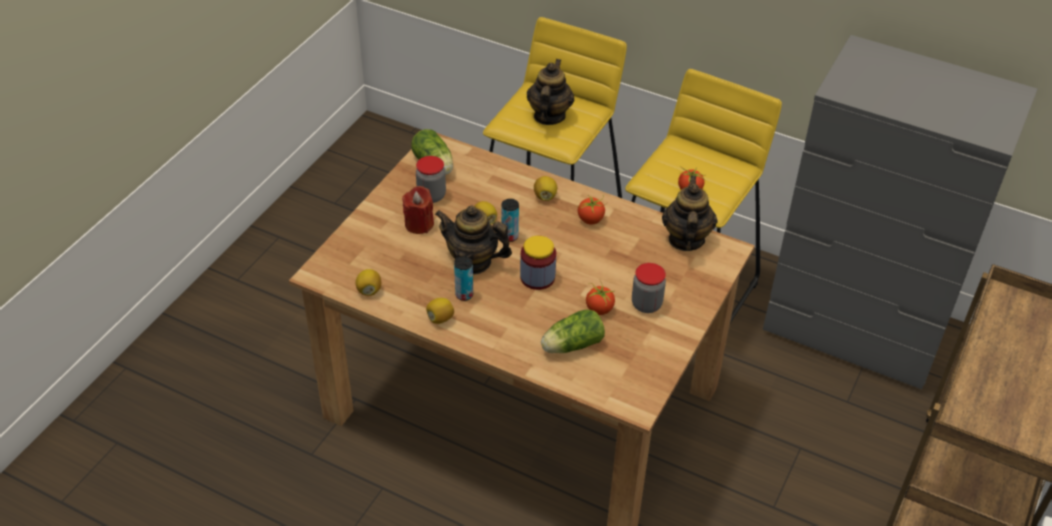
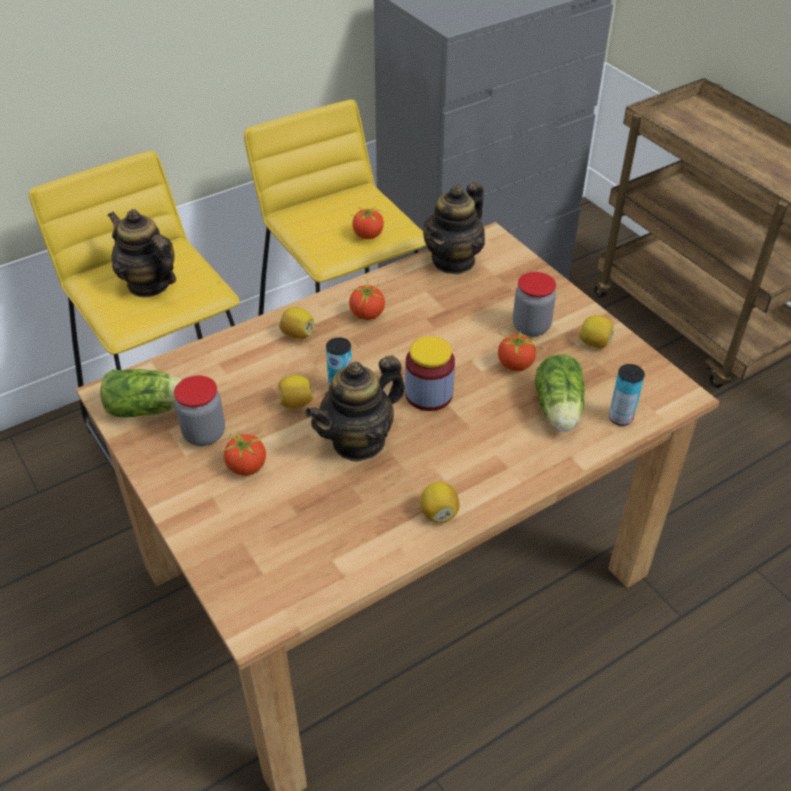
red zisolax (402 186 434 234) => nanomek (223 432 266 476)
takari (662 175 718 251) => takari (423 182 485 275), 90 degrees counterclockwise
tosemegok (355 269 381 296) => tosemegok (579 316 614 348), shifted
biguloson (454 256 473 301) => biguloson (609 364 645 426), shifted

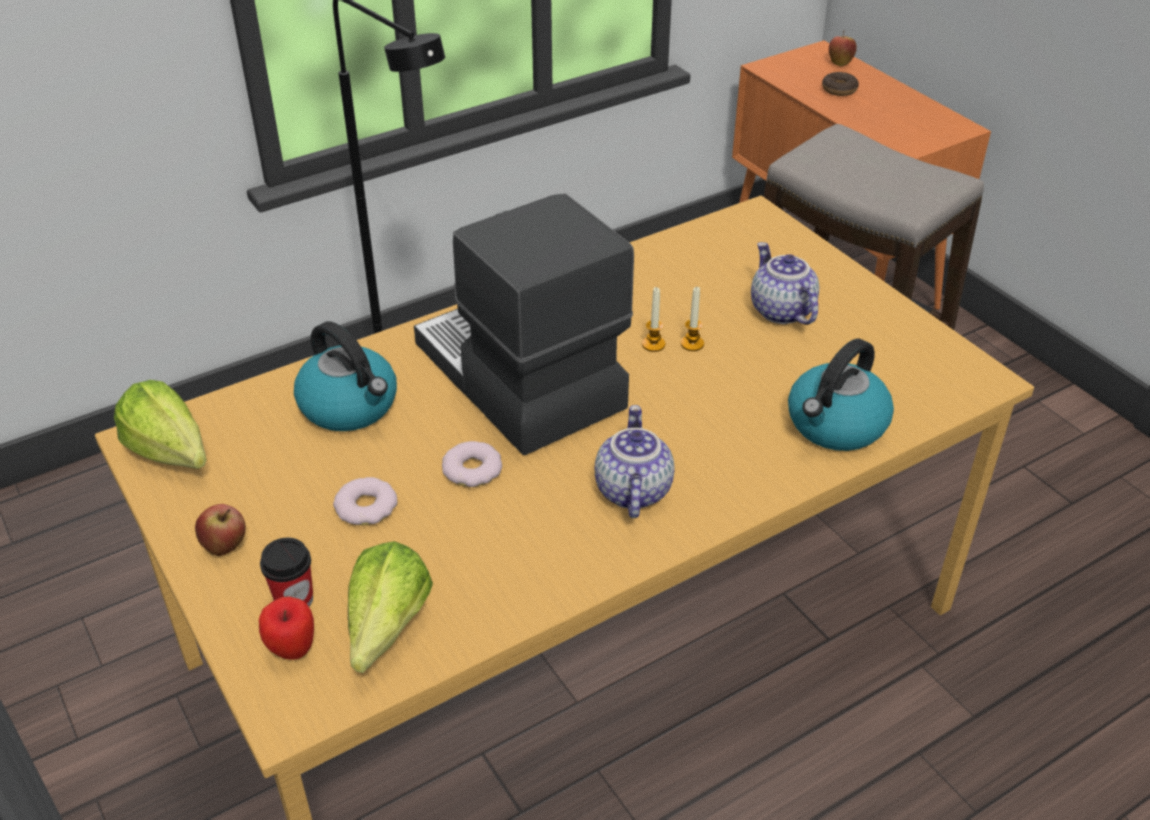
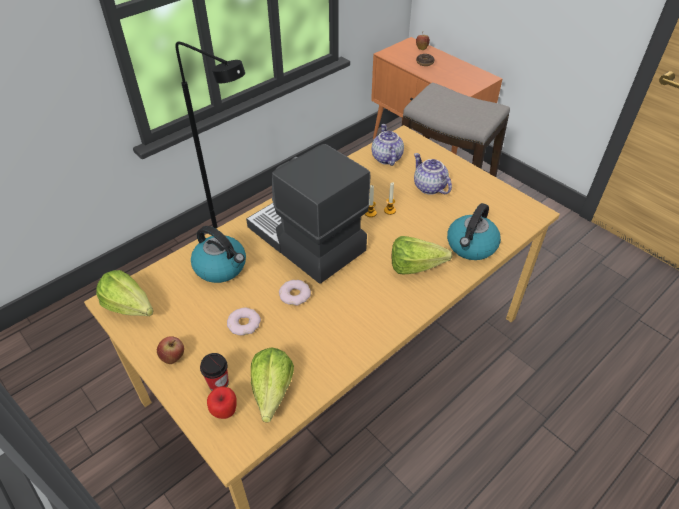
takari (595 405 675 518) => takari (372 124 404 166), shifted
nothing => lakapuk (392 236 452 275)

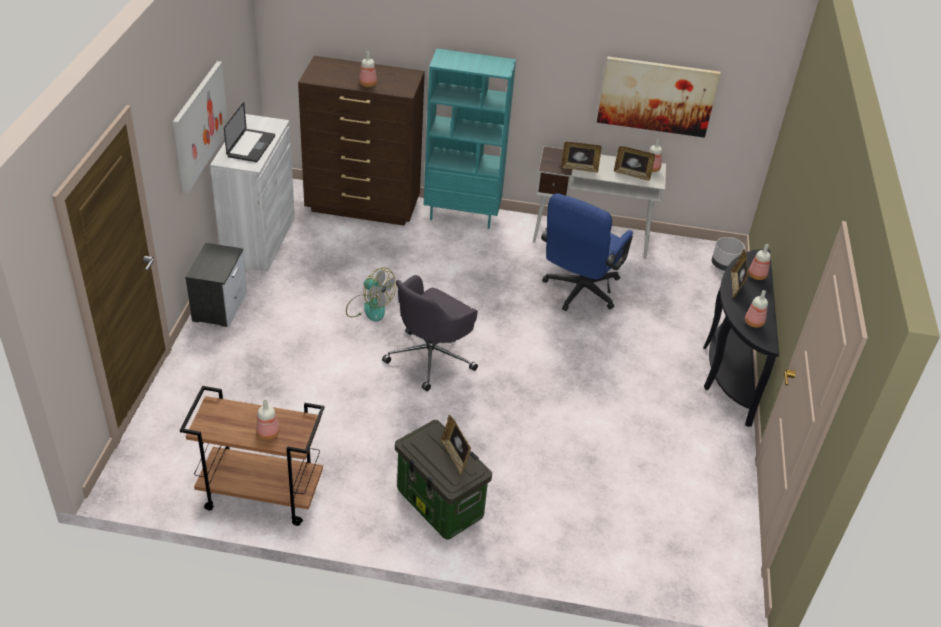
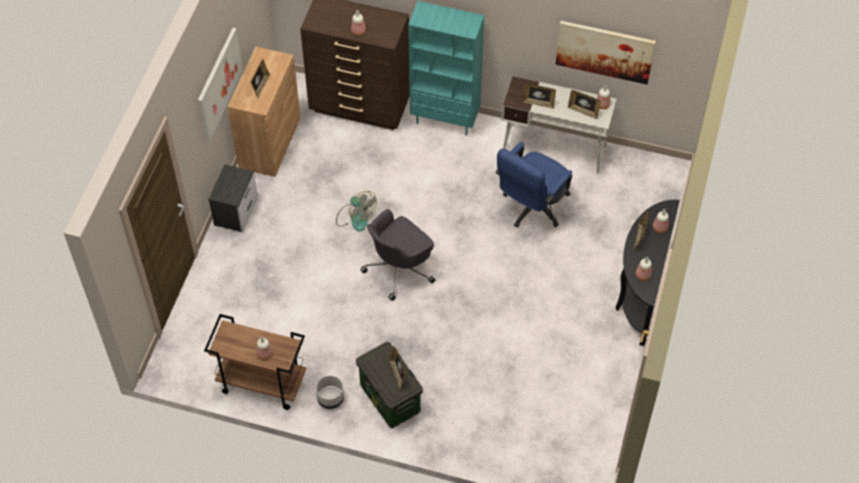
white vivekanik (210 114 295 272) => brown vivekanik (228 47 301 177)
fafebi (224 102 275 162) => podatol (251 59 271 98)
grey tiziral (712 237 745 271) => grey tiziral (316 375 344 409), shifted

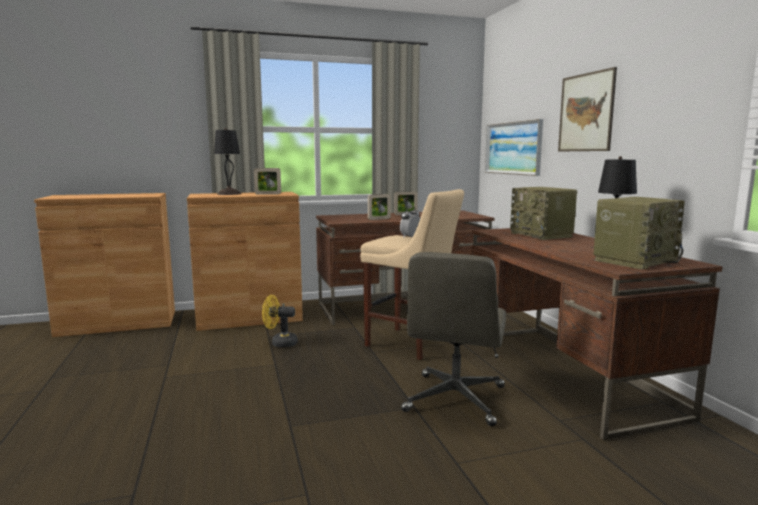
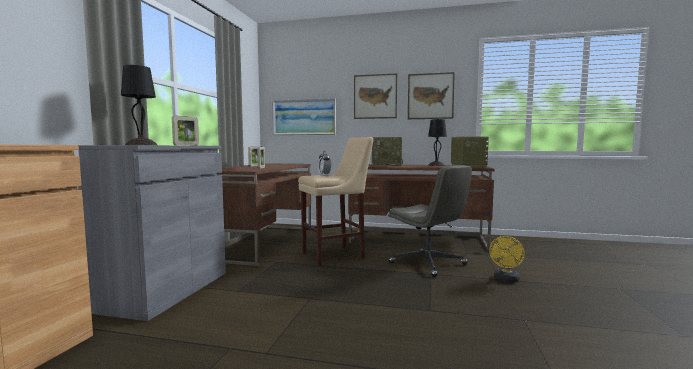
brown vivekanik (187 192 303 331) => grey vivekanik (78 145 226 321)
nothing => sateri (408 72 455 119)
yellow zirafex (262 295 298 347) => yellow zirafex (489 236 525 283), shifted

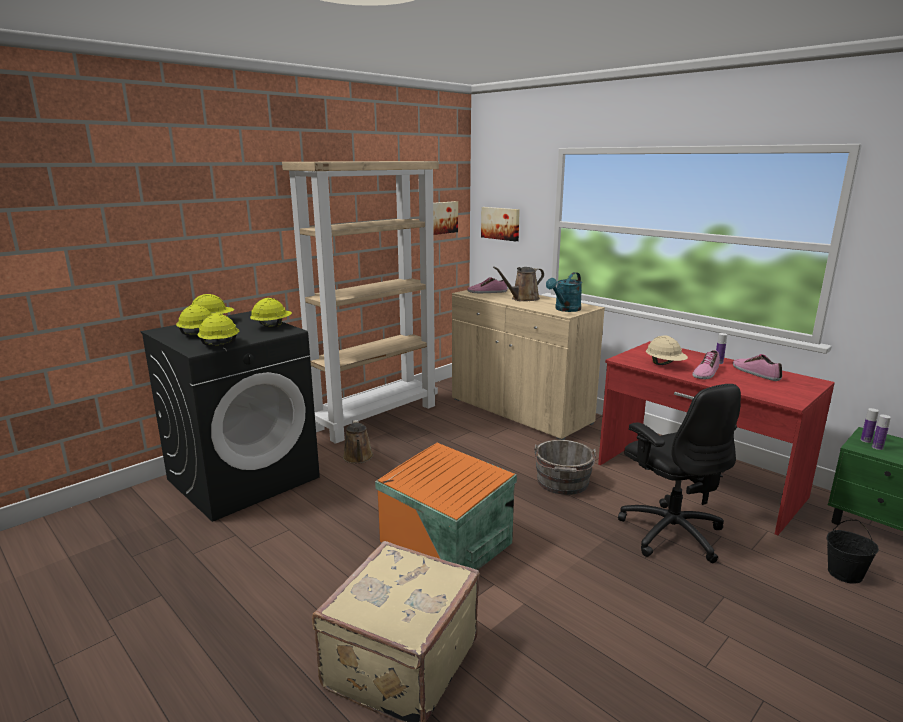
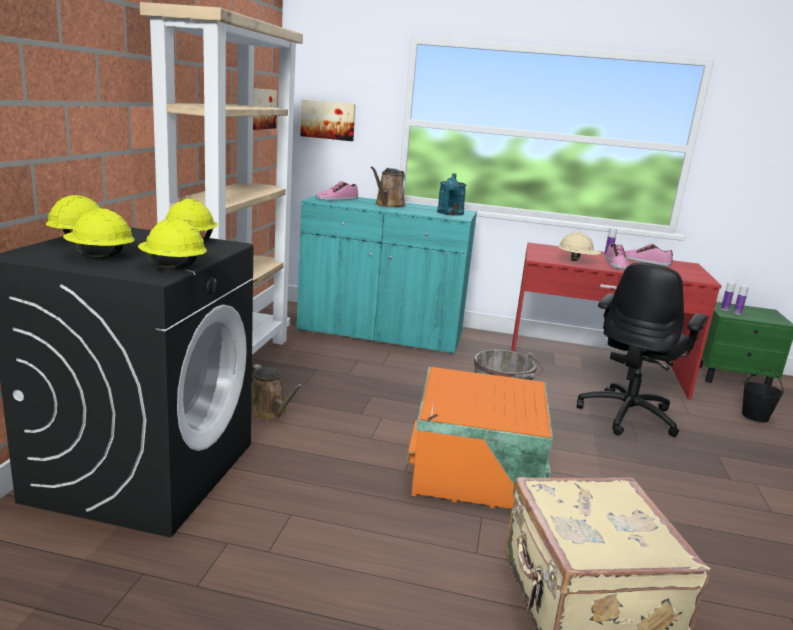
beige vivekanik (452 289 605 440) => turquoise vivekanik (297 195 477 355)
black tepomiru (618 384 741 563) => black tepomiru (576 262 708 437), 90 degrees clockwise

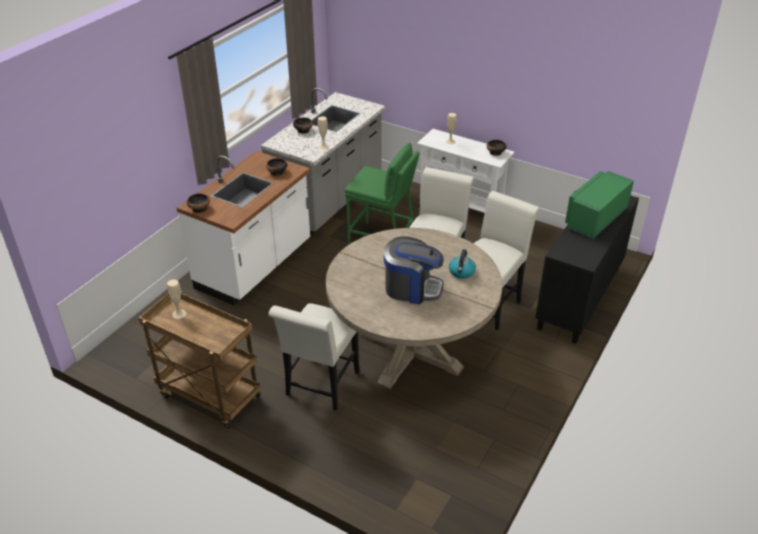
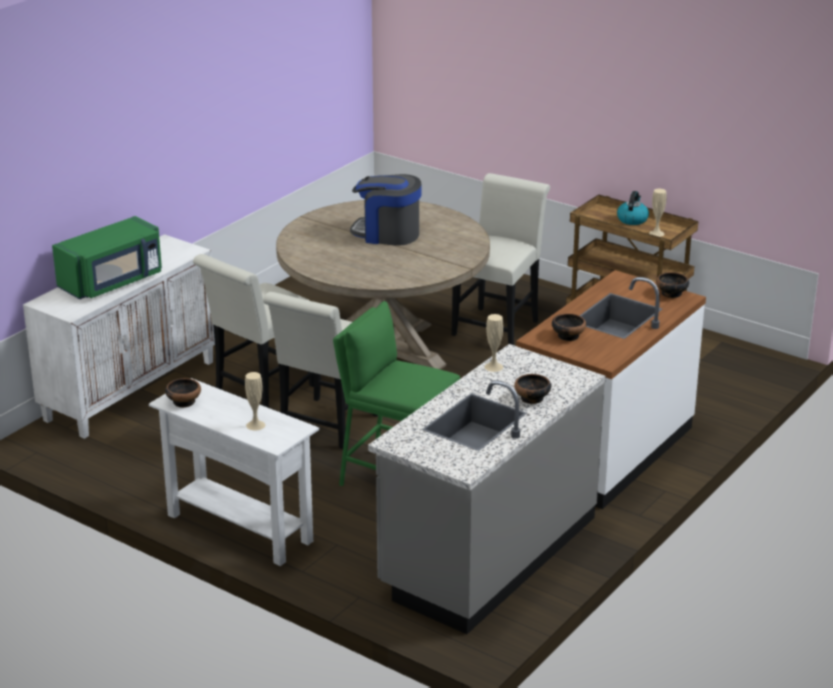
black vivekanik (535 195 639 344) => white vivekanik (23 234 215 439)
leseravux (449 249 476 279) => leseravux (617 191 649 225), shifted

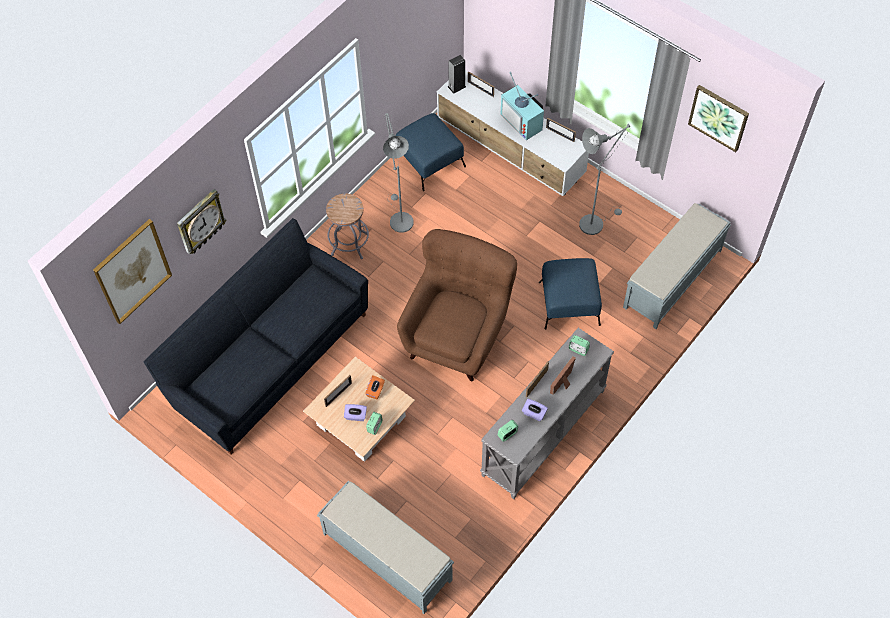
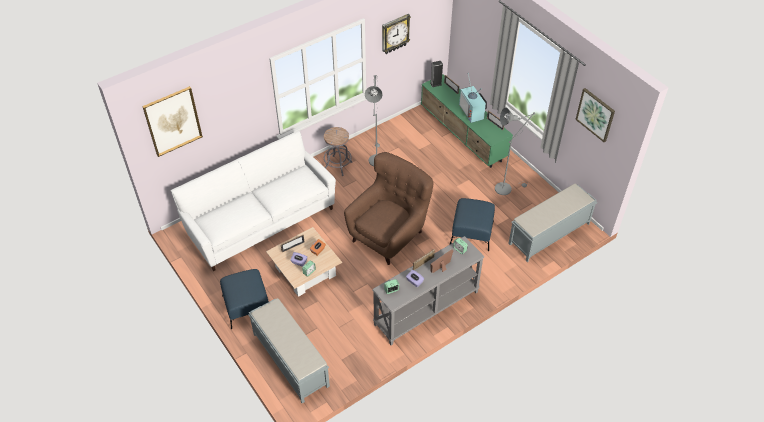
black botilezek (143 218 368 454) => white botilezek (171 131 336 271)
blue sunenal (396 113 466 191) => blue sunenal (220 269 269 329), shifted
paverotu (177 189 227 254) => paverotu (382 14 411 54), shifted
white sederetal (437 70 589 196) => green sederetal (421 74 513 168)

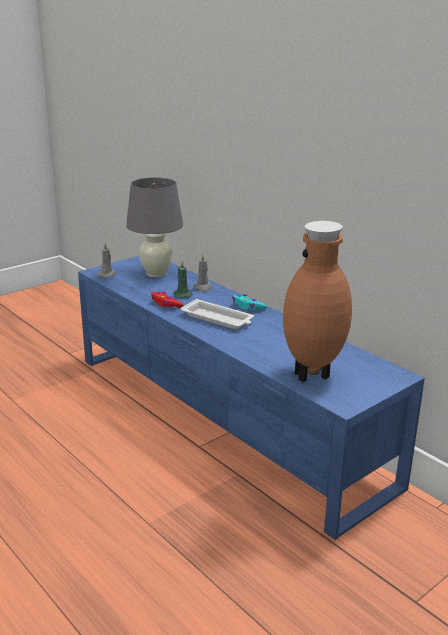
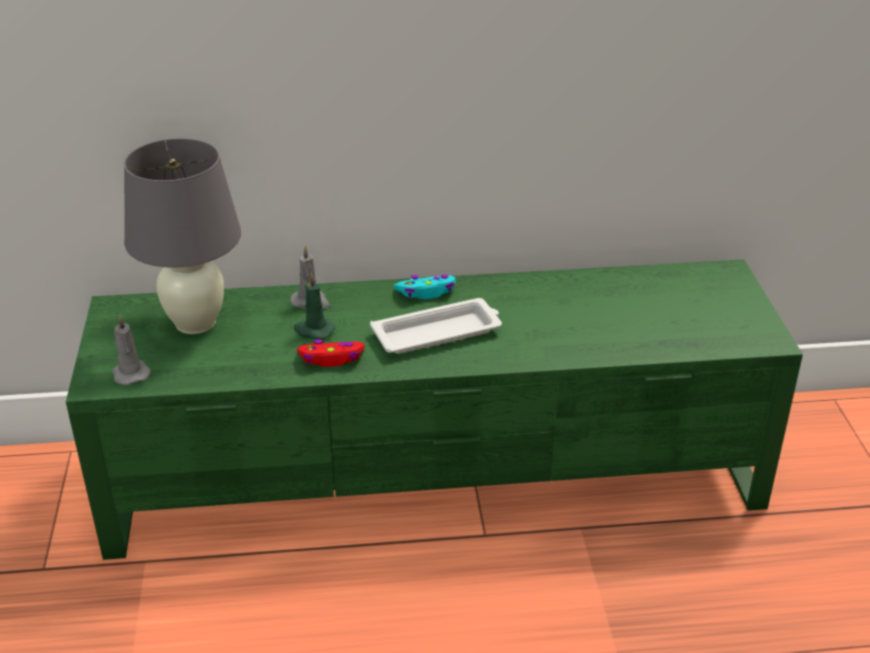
blue sederetal (78 255 425 540) => green sederetal (66 259 803 560)
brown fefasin (283 221 352 383) => nothing

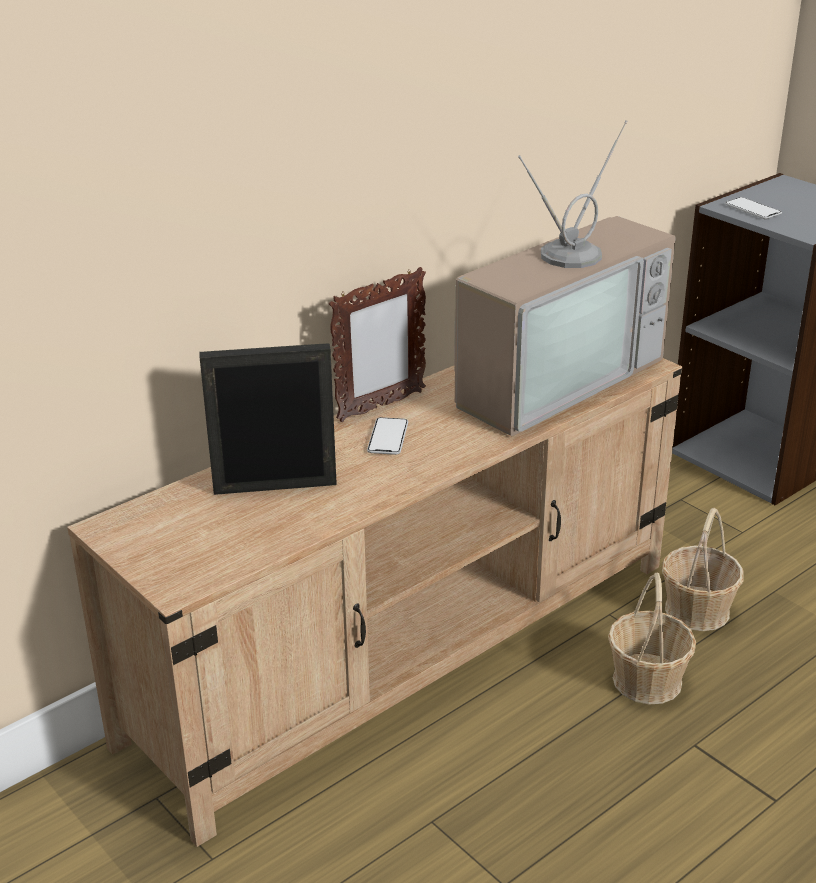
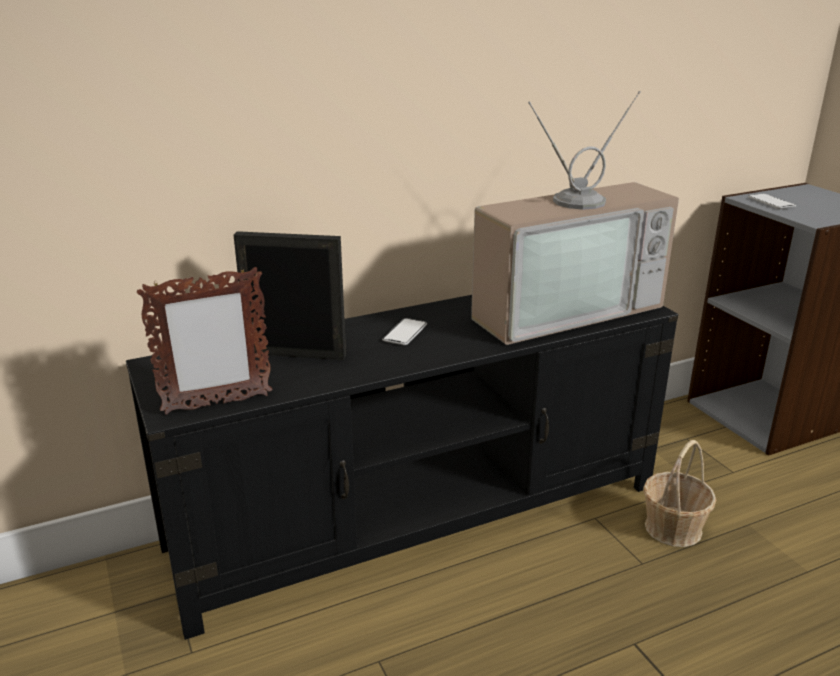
beige sederetal (67 358 682 847) => black sederetal (126 295 678 640)
podatol (329 267 426 422) => podatol (137 267 273 415), shifted
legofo (608 573 696 704) => nothing

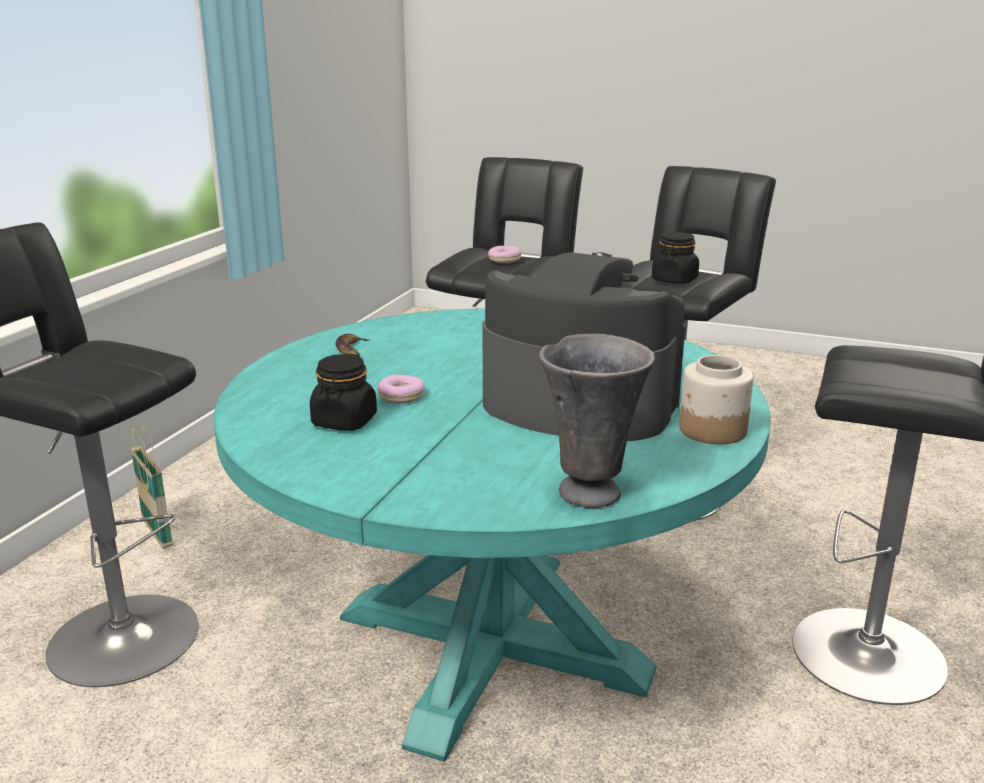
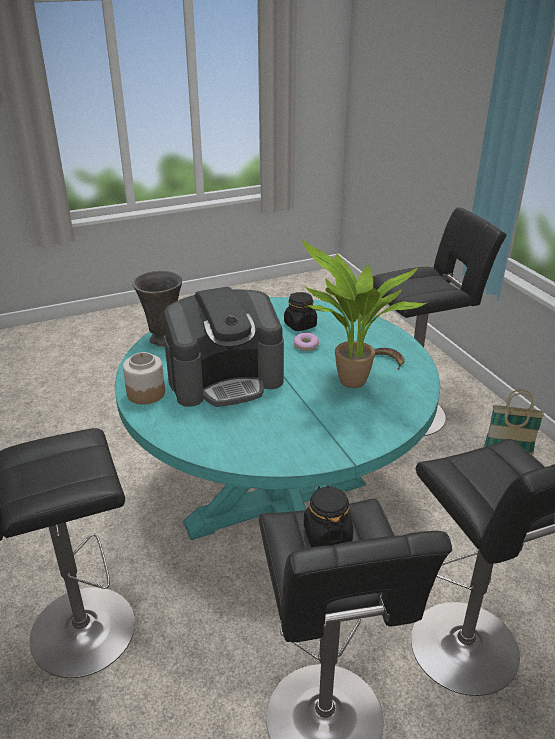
nothing => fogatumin (302 239 426 388)
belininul (488 246 521 263) => nothing

